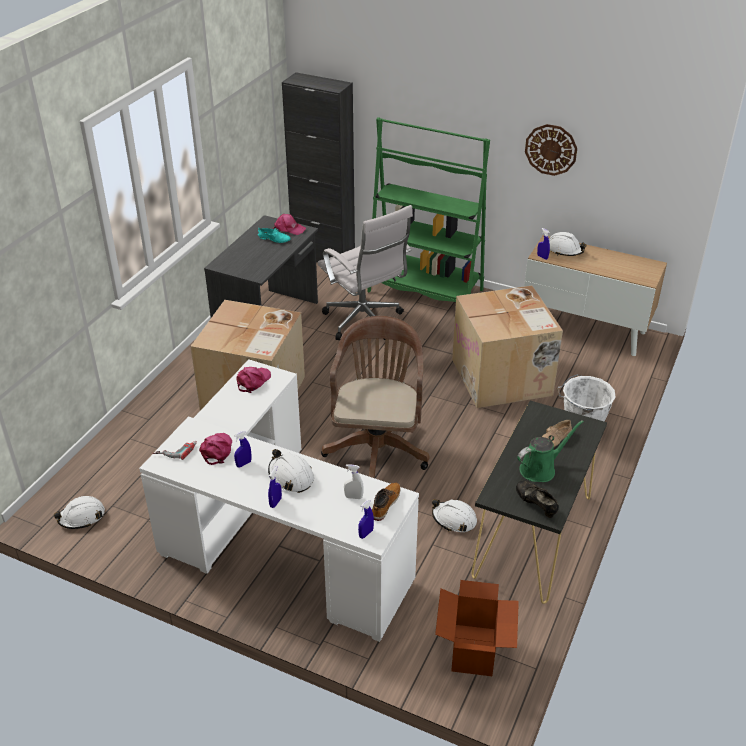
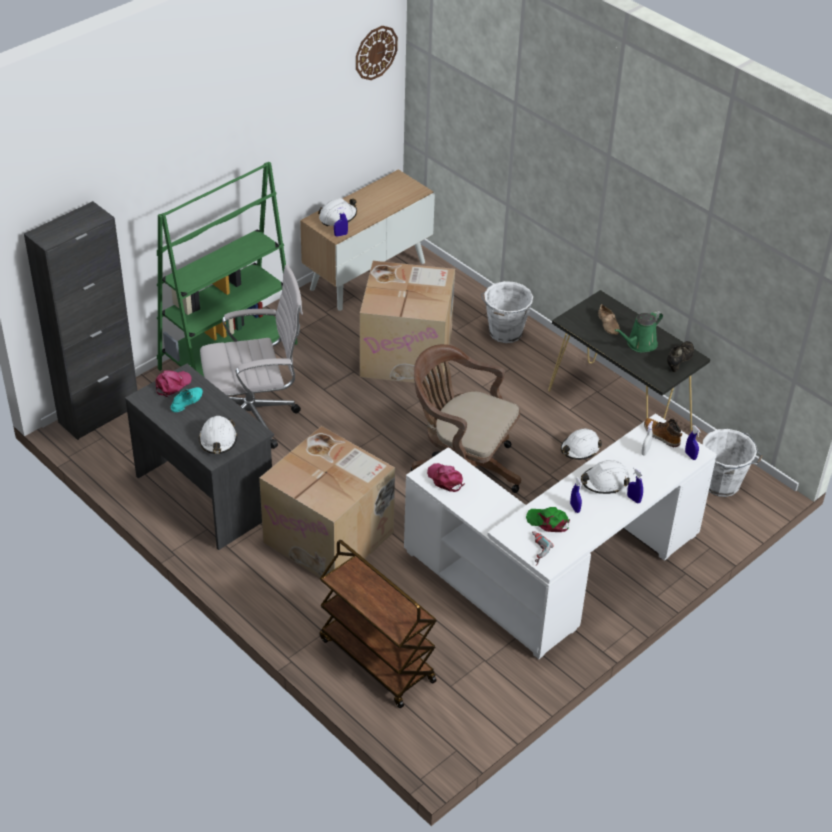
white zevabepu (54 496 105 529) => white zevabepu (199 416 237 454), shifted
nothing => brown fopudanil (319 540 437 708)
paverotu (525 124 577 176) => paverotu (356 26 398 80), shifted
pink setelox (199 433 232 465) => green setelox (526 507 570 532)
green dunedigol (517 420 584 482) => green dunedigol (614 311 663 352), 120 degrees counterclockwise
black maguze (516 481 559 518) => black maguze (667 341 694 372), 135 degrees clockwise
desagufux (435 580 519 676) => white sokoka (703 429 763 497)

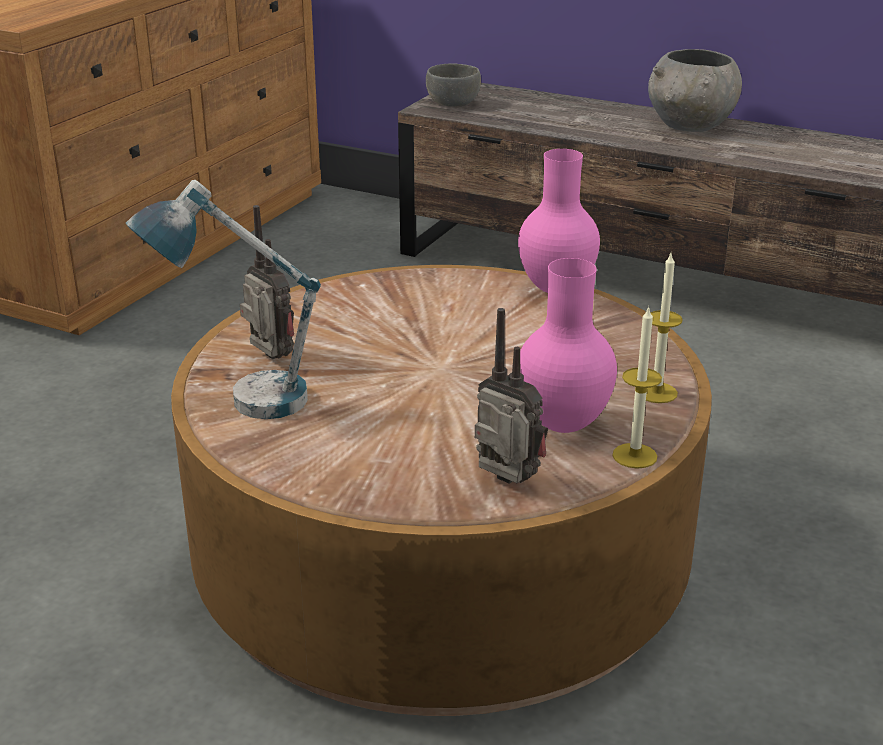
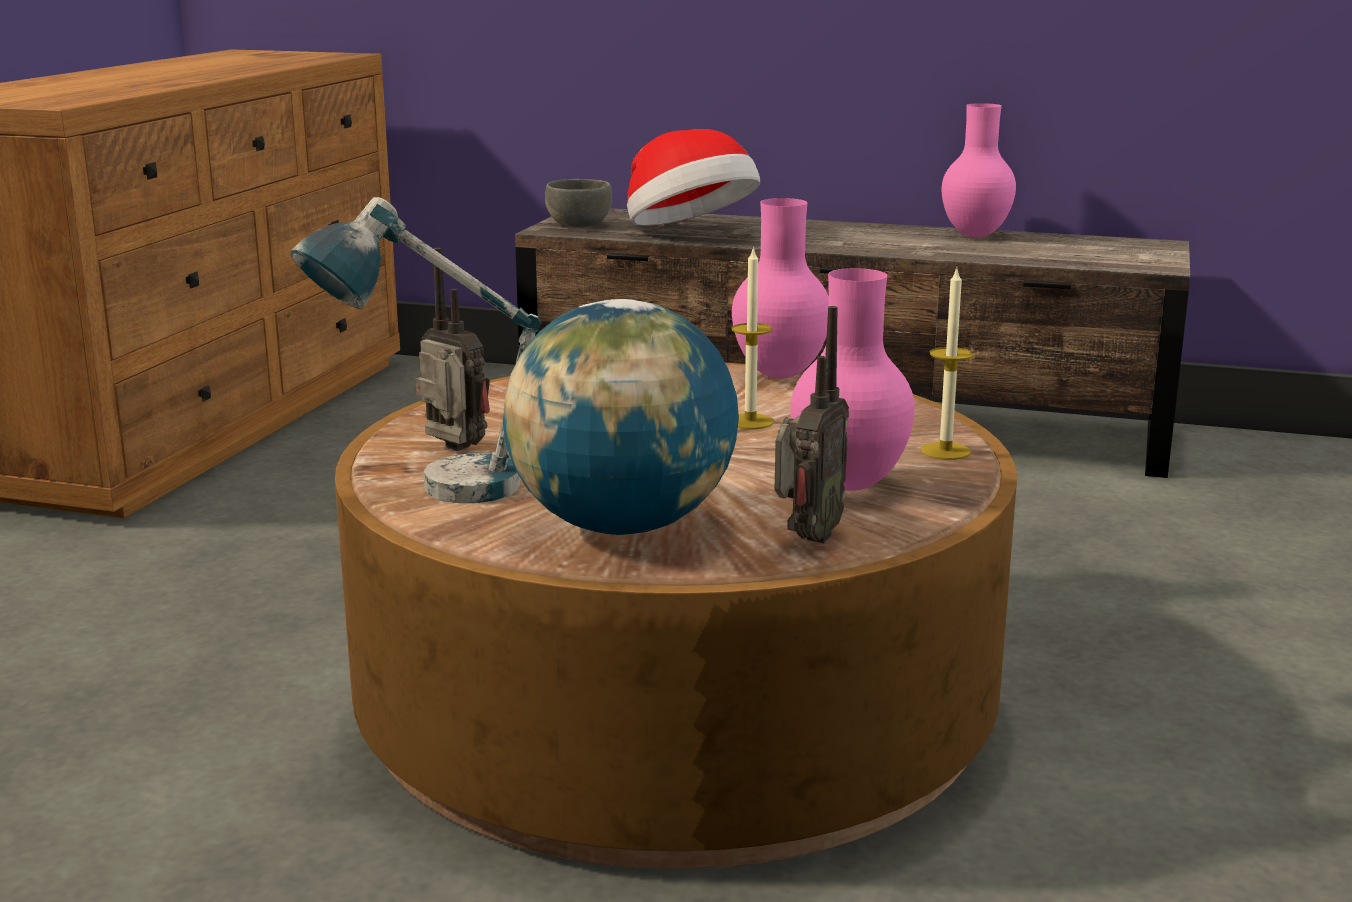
nothing => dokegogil (503 299 739 535)
nothing => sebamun (627 129 760 226)
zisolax (612 306 662 469) => zisolax (732 246 774 429), shifted
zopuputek (475 308 548 484) => zopuputek (774 306 849 543), 90 degrees clockwise
nothing => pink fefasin (942 103 1016 237)
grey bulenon (648 49 742 132) => nothing

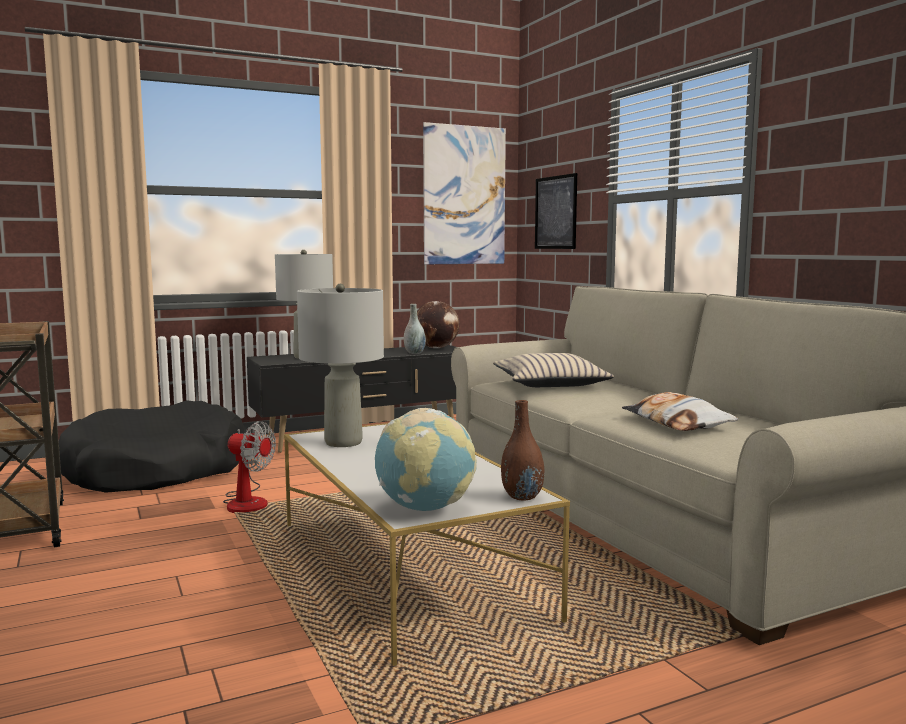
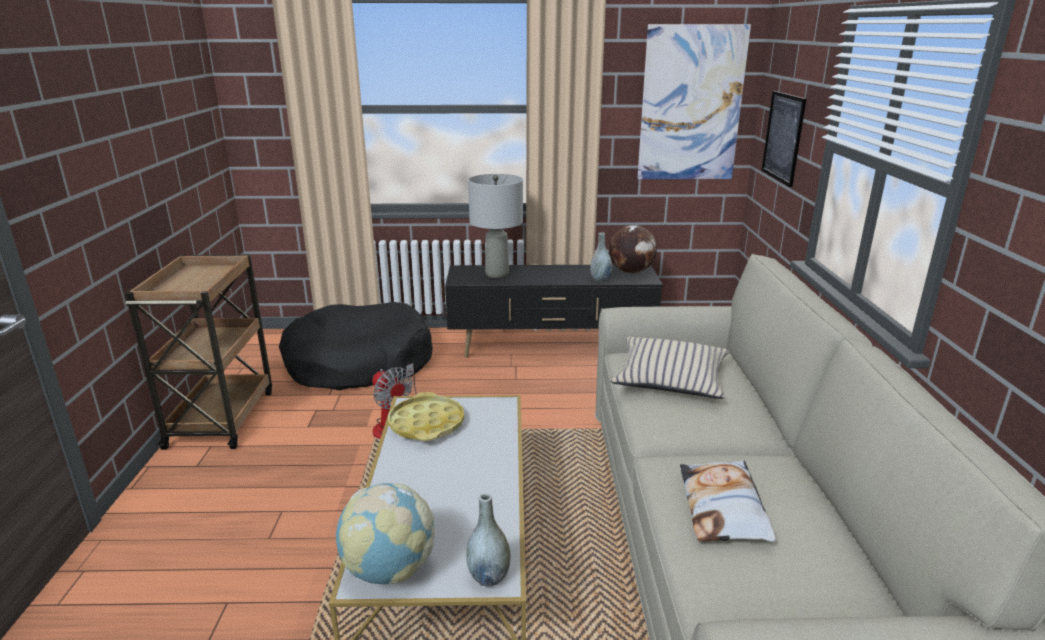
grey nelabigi (297 284 384 447) => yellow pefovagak (388 392 464 441)
brown fefasin (501 400 545 501) => grey fefasin (466 493 510 586)

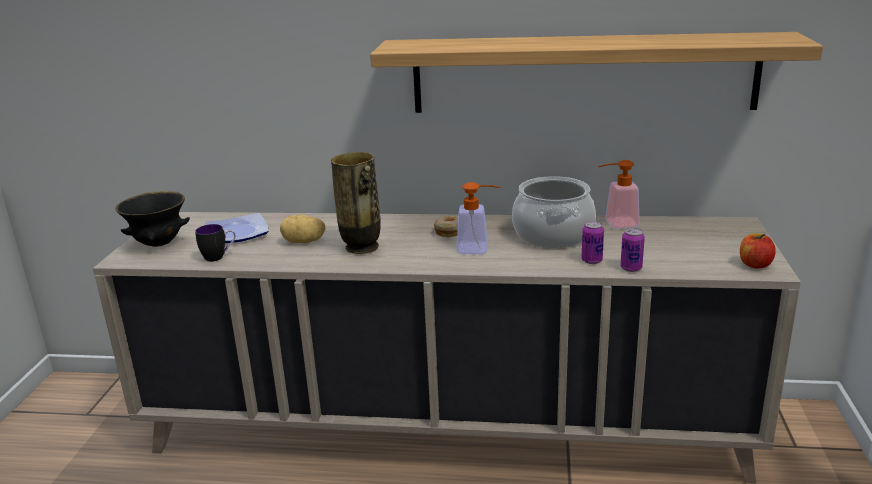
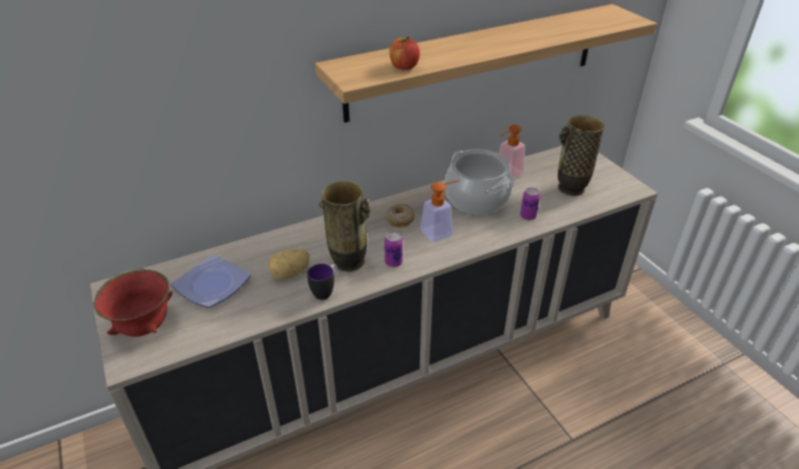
black bulenon (116 191 190 247) => red bulenon (93 269 172 337)
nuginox (195 224 236 262) => nuginox (307 264 338 300), shifted
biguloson (620 228 645 272) => biguloson (384 232 403 267), shifted
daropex (740 234 776 269) => daropex (390 37 420 70), shifted
nothing => fefasin (558 115 604 196)

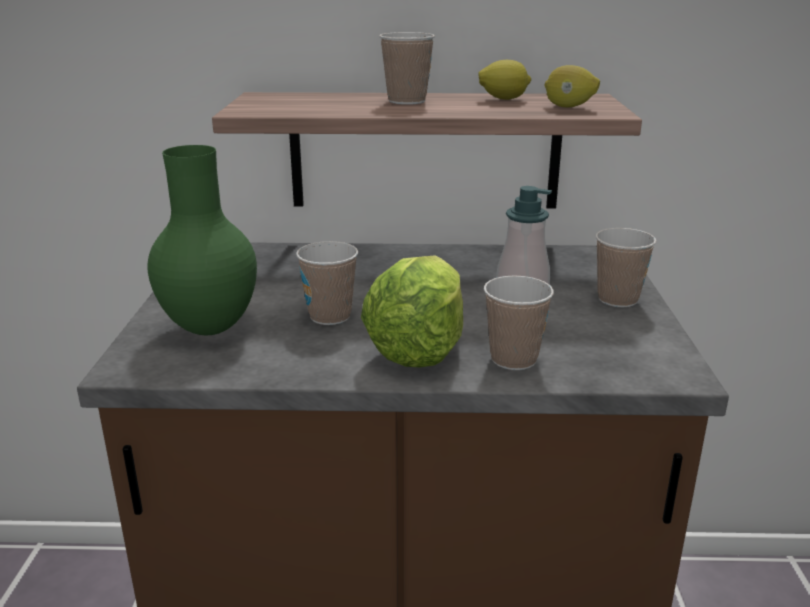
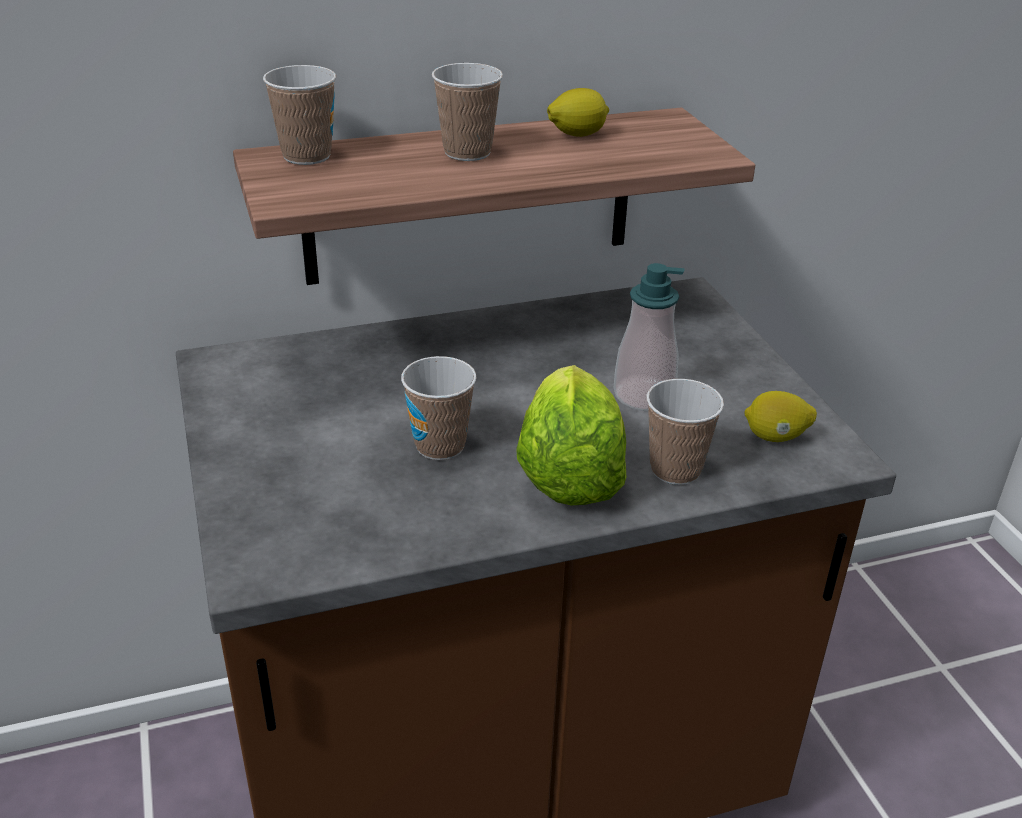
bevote (596 228 656 307) => bevote (263 65 336 165), shifted
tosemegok (545 65 600 107) => tosemegok (744 391 817 442), shifted
green fefasin (147 145 257 335) => nothing

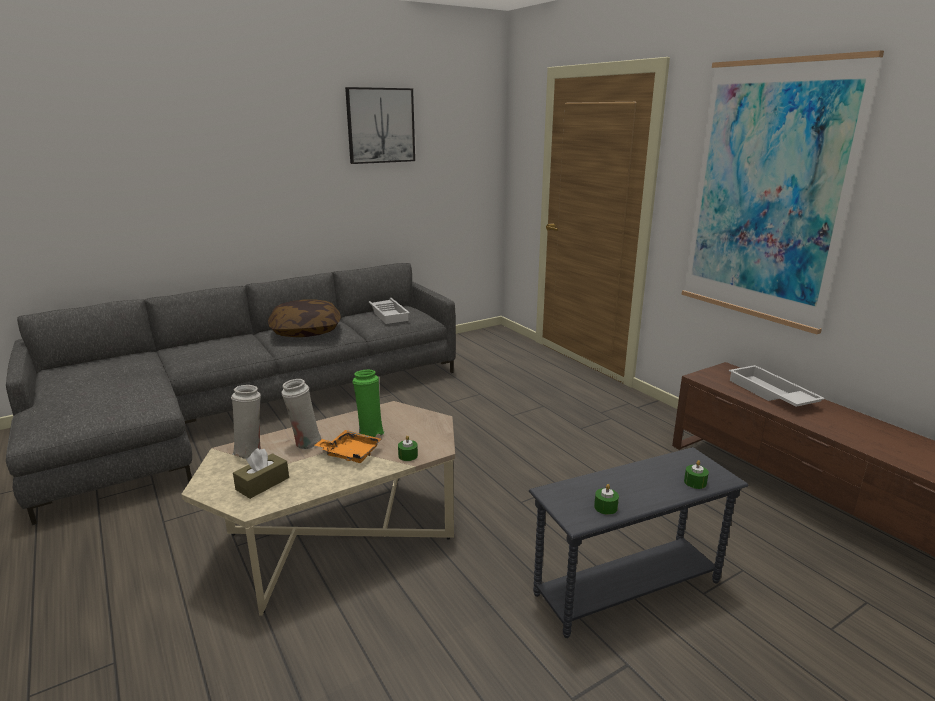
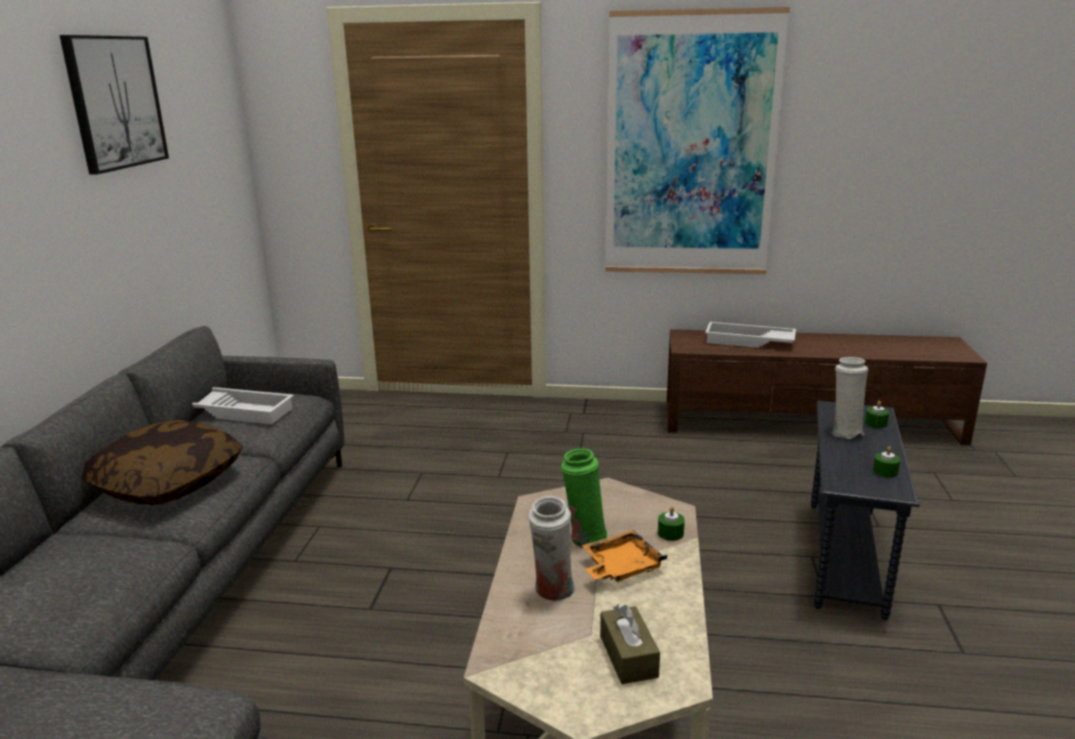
white fefasin (231 385 261 459) => white fefasin (832 357 868 439), shifted

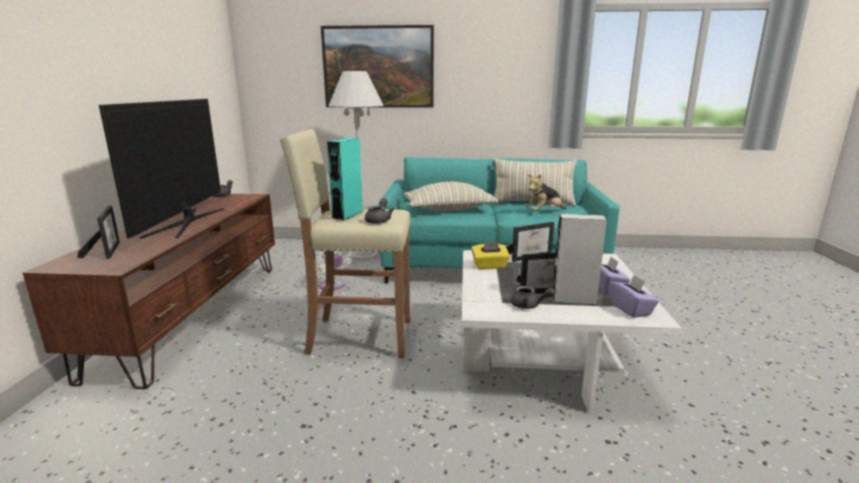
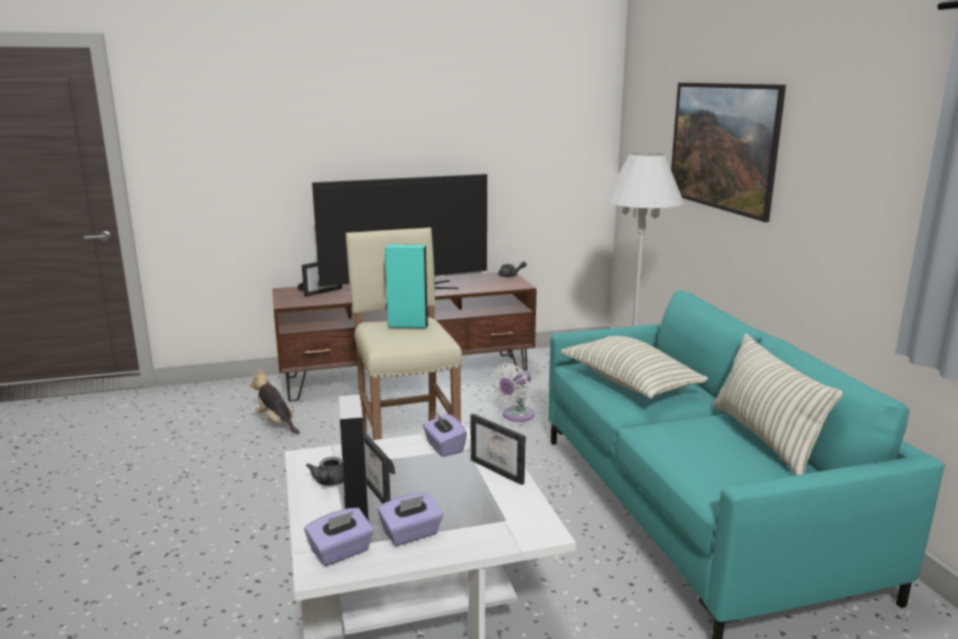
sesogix (525 174 566 211) => sesogix (250 369 300 434), shifted
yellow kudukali (471 242 510 269) => purple kudukali (423 412 467 457)
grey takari (365 198 394 224) => nothing

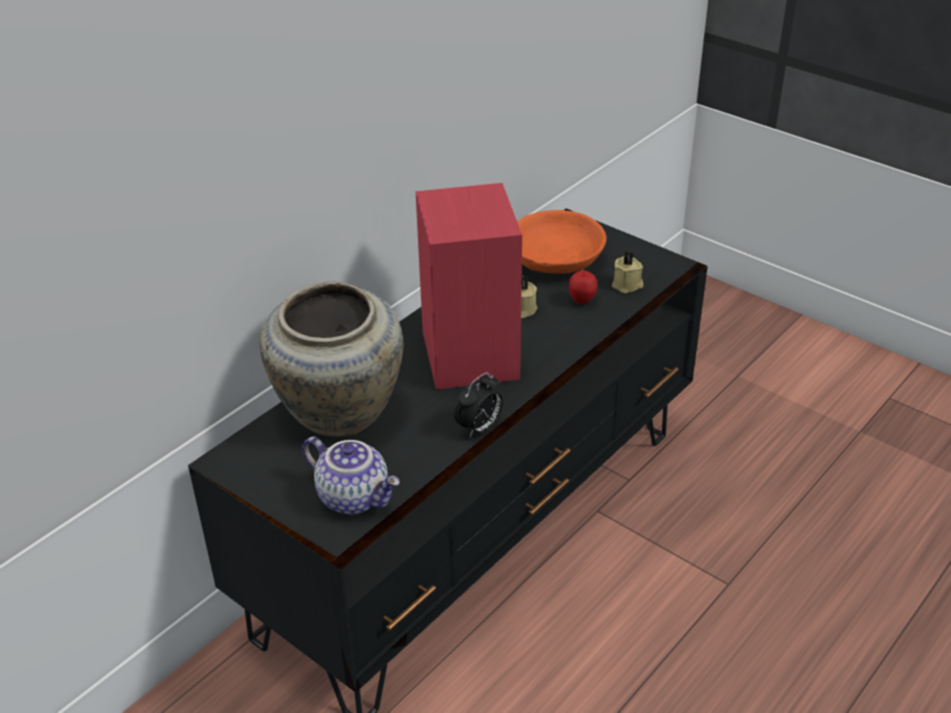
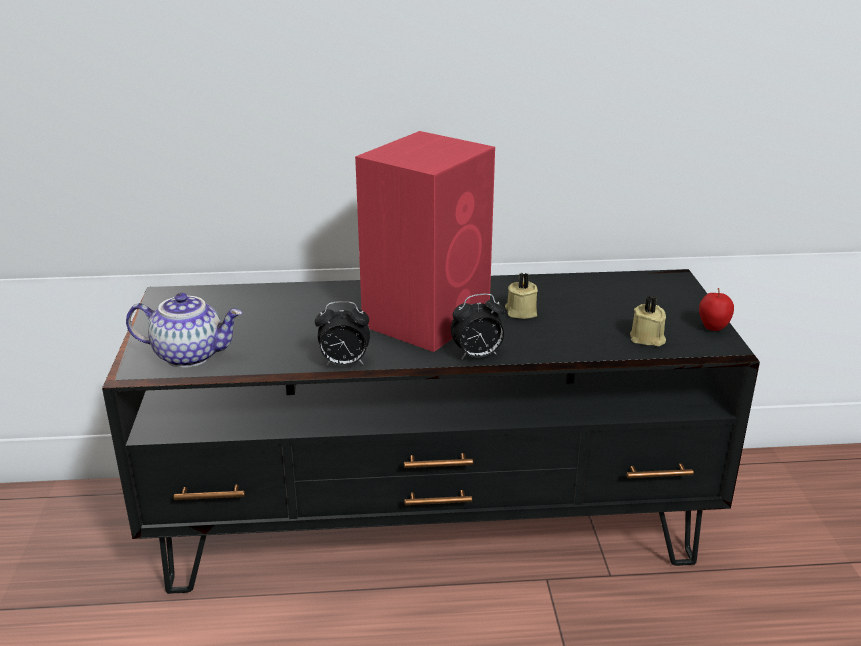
takari (302 437 400 514) => takari (126 293 242 368), 75 degrees counterclockwise
nothing => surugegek (451 293 505 359)
daropex (569 269 597 304) => daropex (699 288 734 331), shifted
beige fefasin (260 282 403 437) => nothing
orange bulenon (518 210 606 274) => nothing

